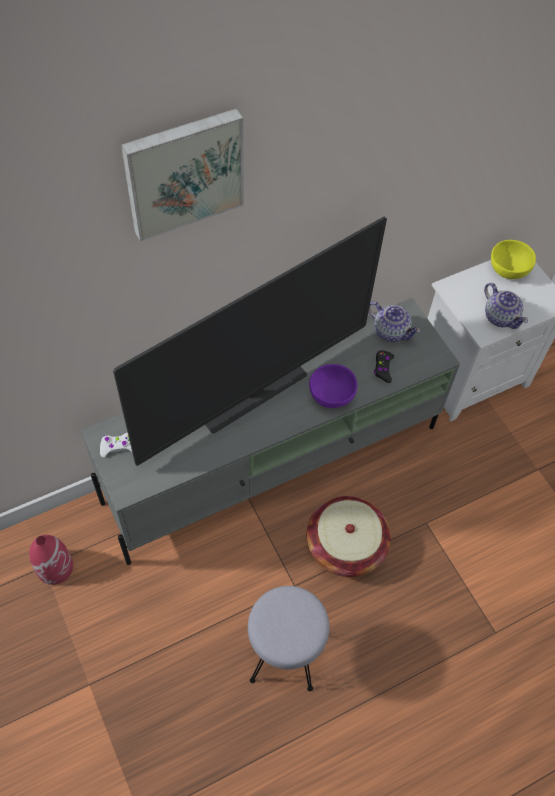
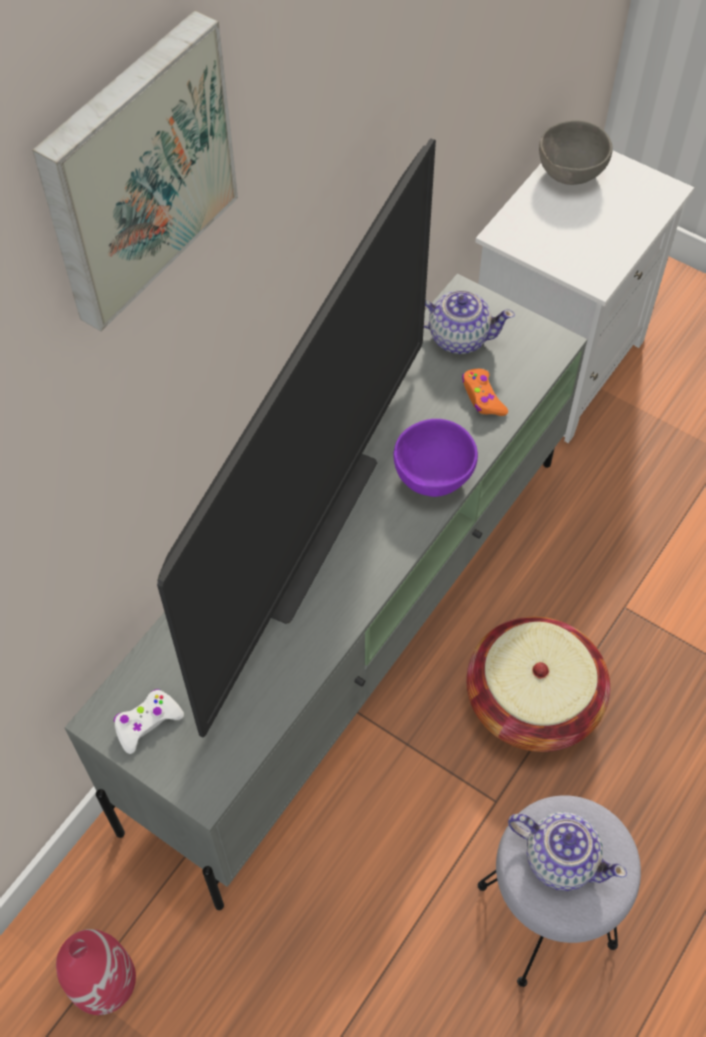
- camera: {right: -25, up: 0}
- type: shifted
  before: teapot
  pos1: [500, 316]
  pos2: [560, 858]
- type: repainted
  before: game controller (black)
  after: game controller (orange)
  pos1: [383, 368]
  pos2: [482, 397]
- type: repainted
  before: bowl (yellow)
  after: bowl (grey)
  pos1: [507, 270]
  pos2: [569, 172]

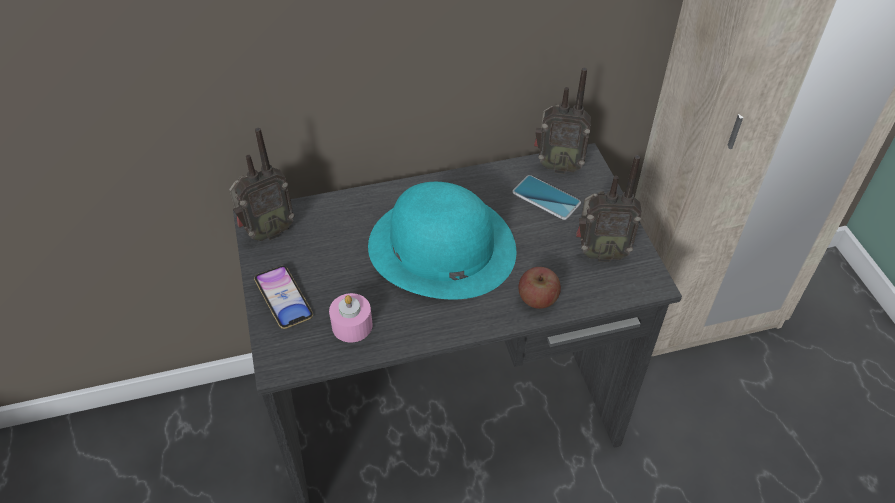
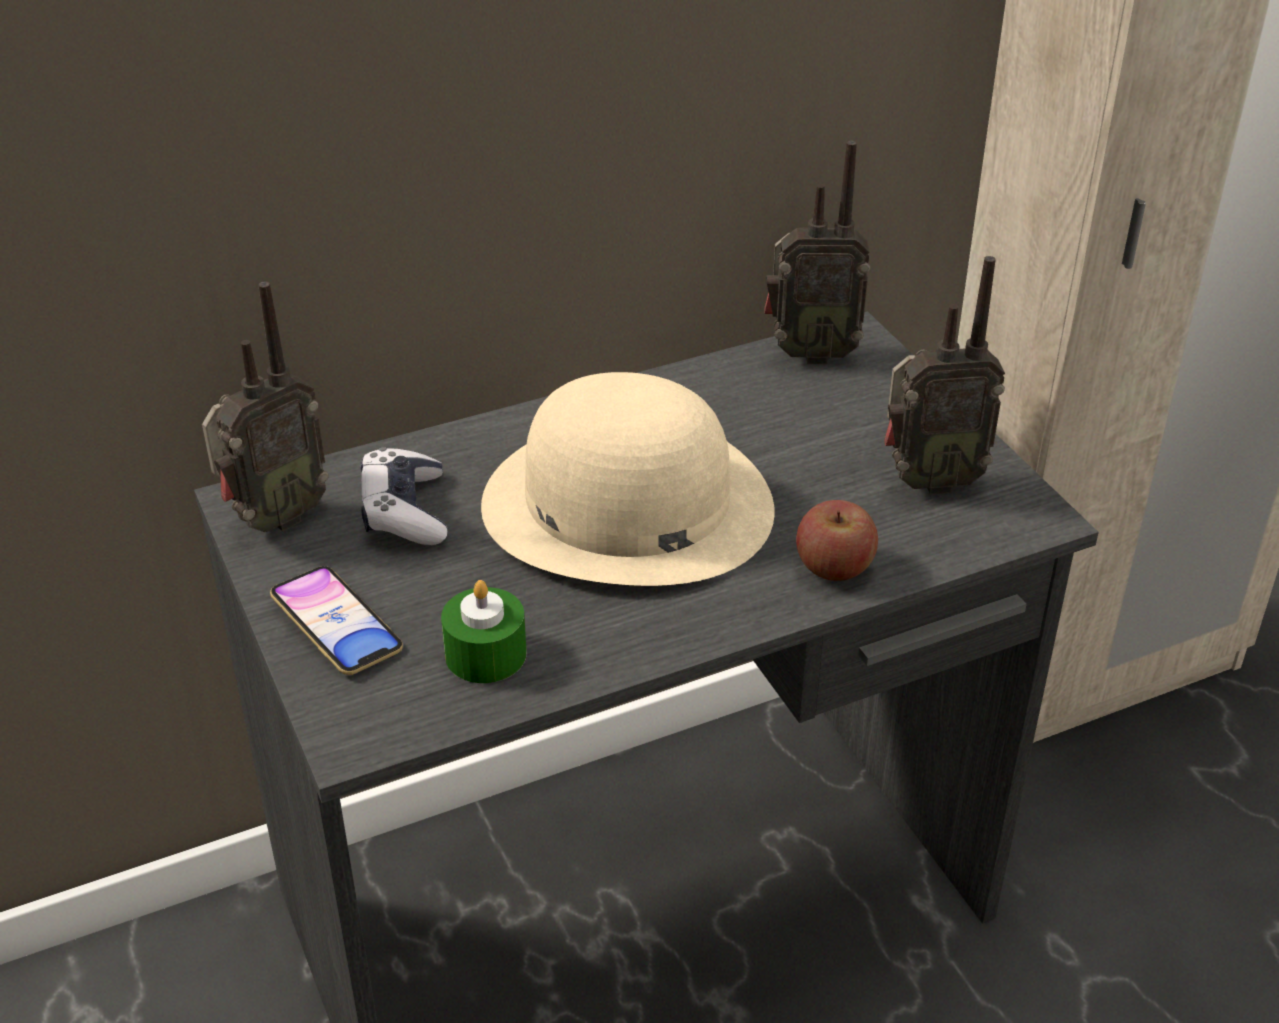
- camera: {right: -10, up: -10}
- type: gone
  before: phone
  pos1: [546, 198]
- type: new
  after: game controller
  pos2: [405, 511]
- type: repainted
  before: candle (pink)
  after: candle (green)
  pos1: [352, 325]
  pos2: [485, 654]
- type: repainted
  before: hat (turquoise)
  after: hat (beige)
  pos1: [441, 247]
  pos2: [626, 505]

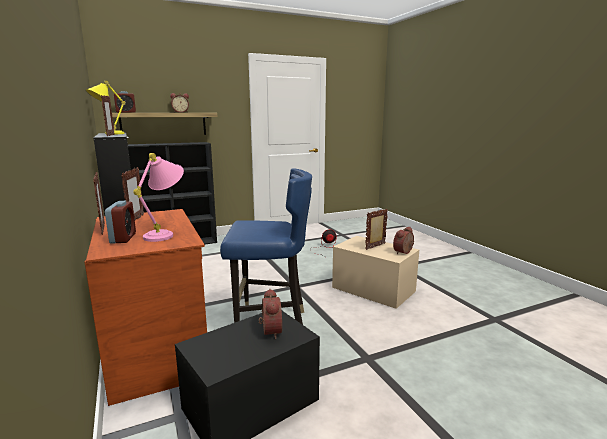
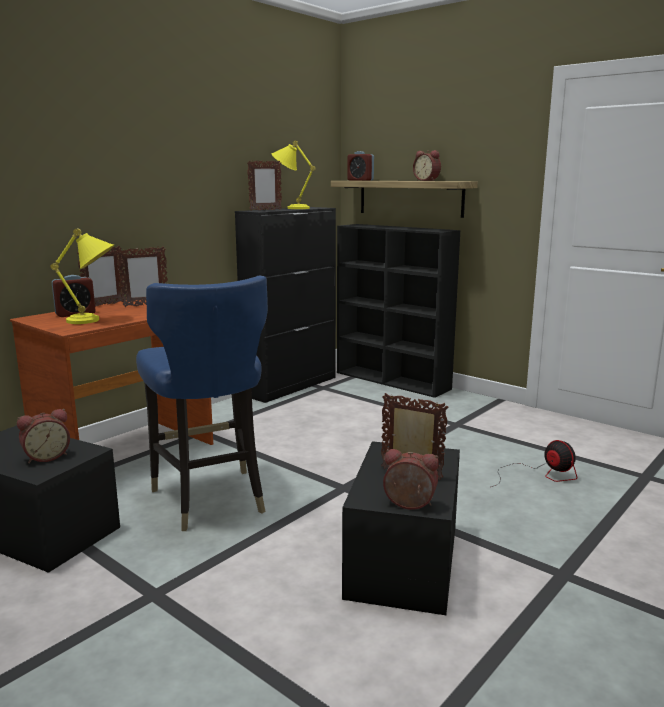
- camera: {right: 65, up: 0}
- type: repainted
  before: table lamp (pink)
  after: table lamp (yellow)
  pos1: [166, 234]
  pos2: [94, 320]
- type: repainted
  before: storage box (beige)
  after: storage box (black)
  pos1: [373, 289]
  pos2: [403, 561]

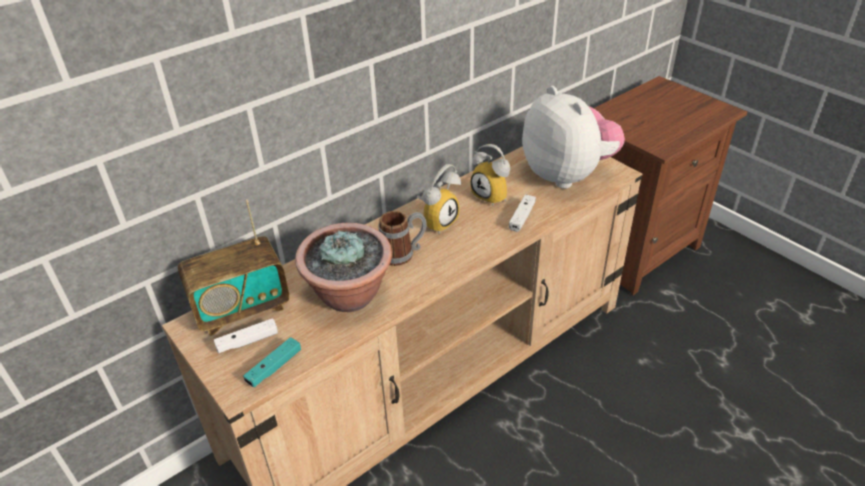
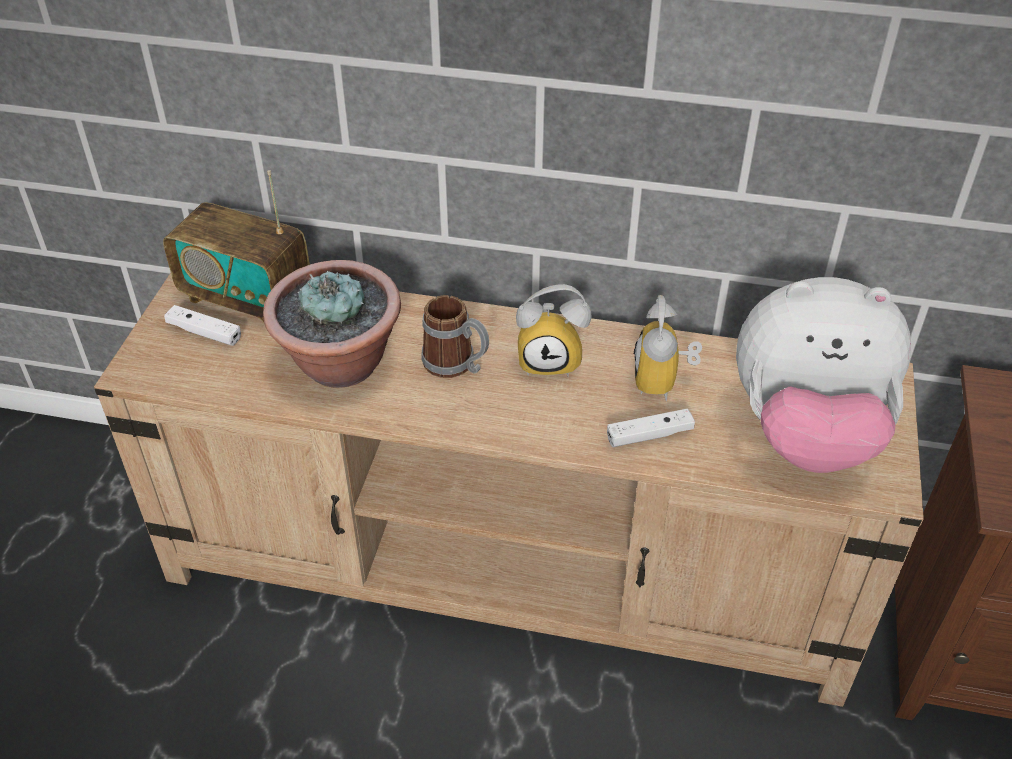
- camera: {right: 50, up: 5}
- type: gone
  before: game controller (turquoise)
  pos1: [274, 367]
- type: rotated
  before: plush toy
  pos1: [567, 175]
  pos2: [806, 433]
  turn: 75

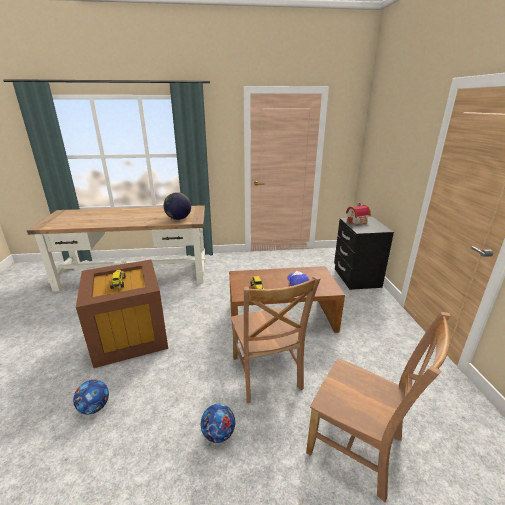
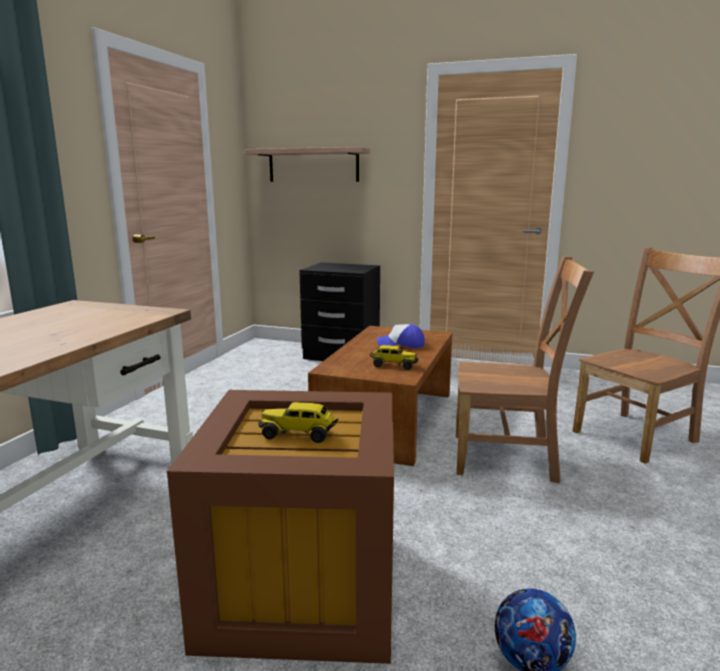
- camera: {right: -65, up: -10}
- type: gone
  before: globe
  pos1: [178, 218]
- type: gone
  before: football
  pos1: [218, 434]
- type: gone
  before: toy house
  pos1: [358, 221]
- type: new
  after: shelf
  pos2: [313, 165]

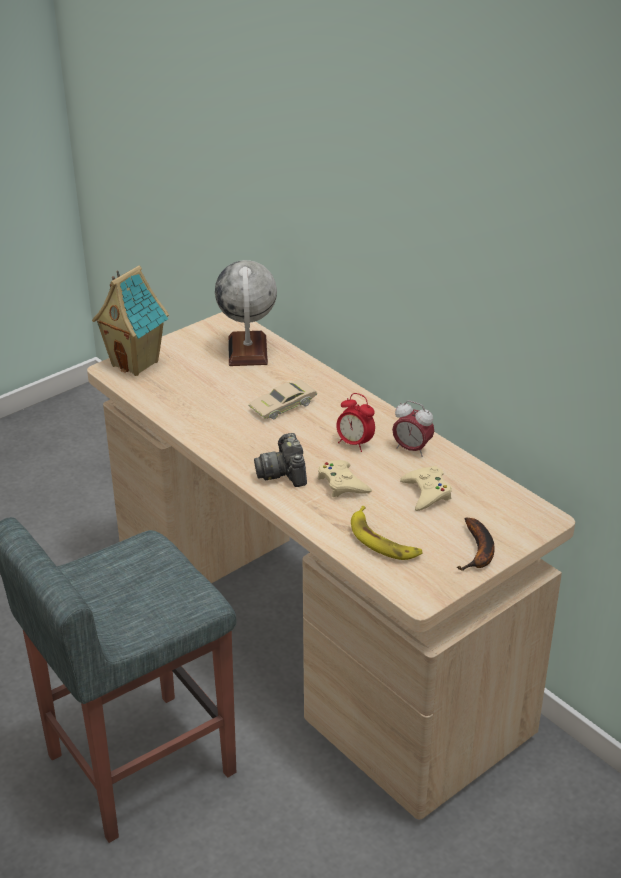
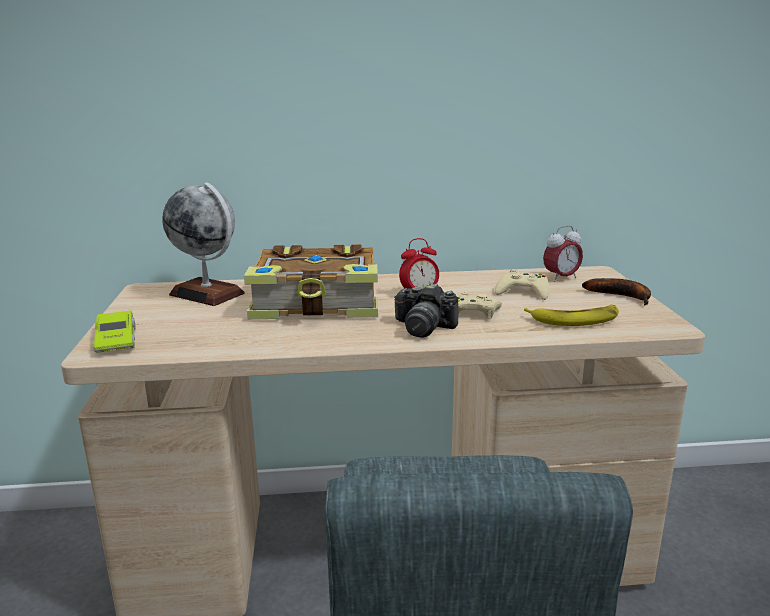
- camera: {right: -55, up: -15}
- type: shifted
  before: alarm clock
  pos1: [412, 449]
  pos2: [561, 278]
- type: swapped
  before: toy house
  after: toy car (green)
  pos1: [136, 363]
  pos2: [116, 340]
- type: swapped
  before: toy car (beige)
  after: book
  pos1: [283, 405]
  pos2: [318, 303]

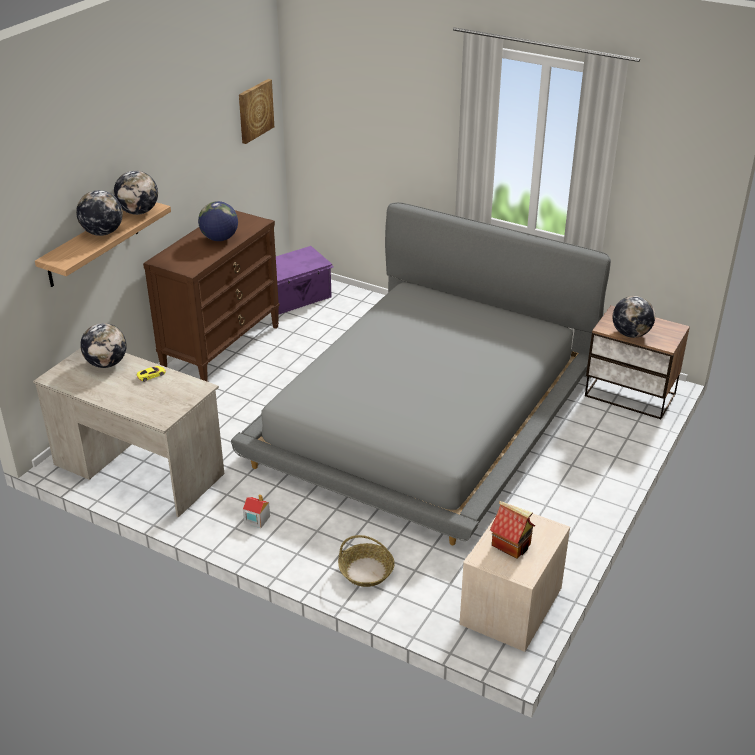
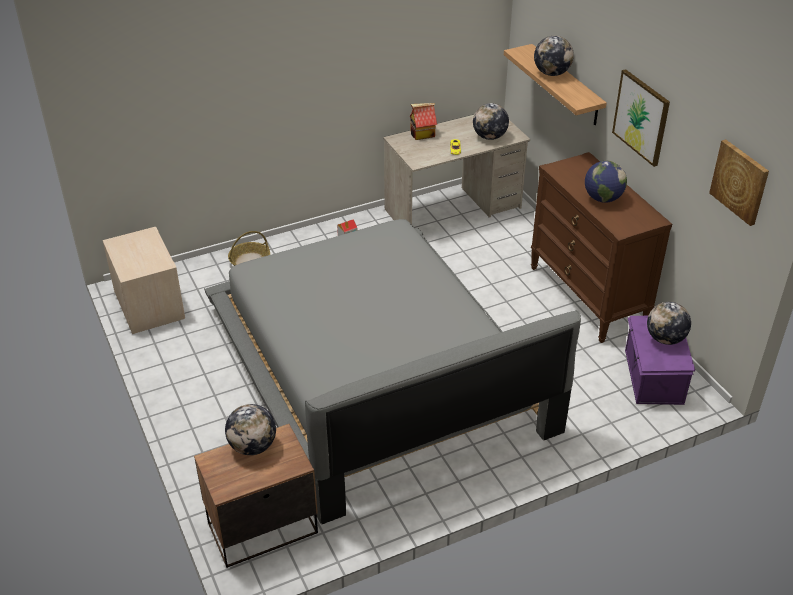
- camera: {right: 125, up: 5}
- type: new
  after: picture
  pos2: [641, 117]
- type: shifted
  before: globe
  pos1: [138, 212]
  pos2: [665, 339]
- type: shifted
  before: toy house
  pos1: [512, 545]
  pos2: [422, 134]

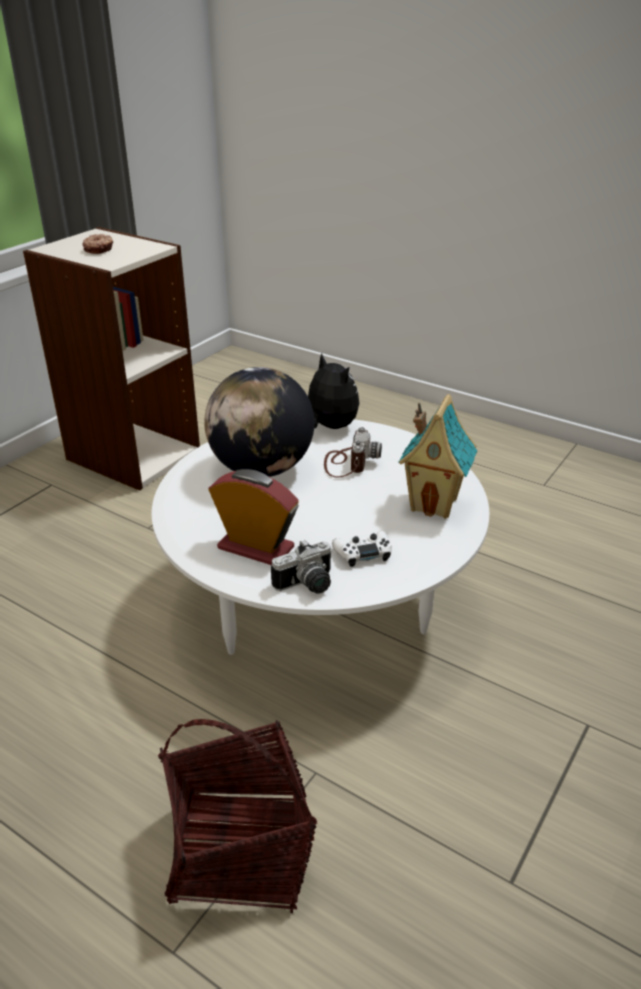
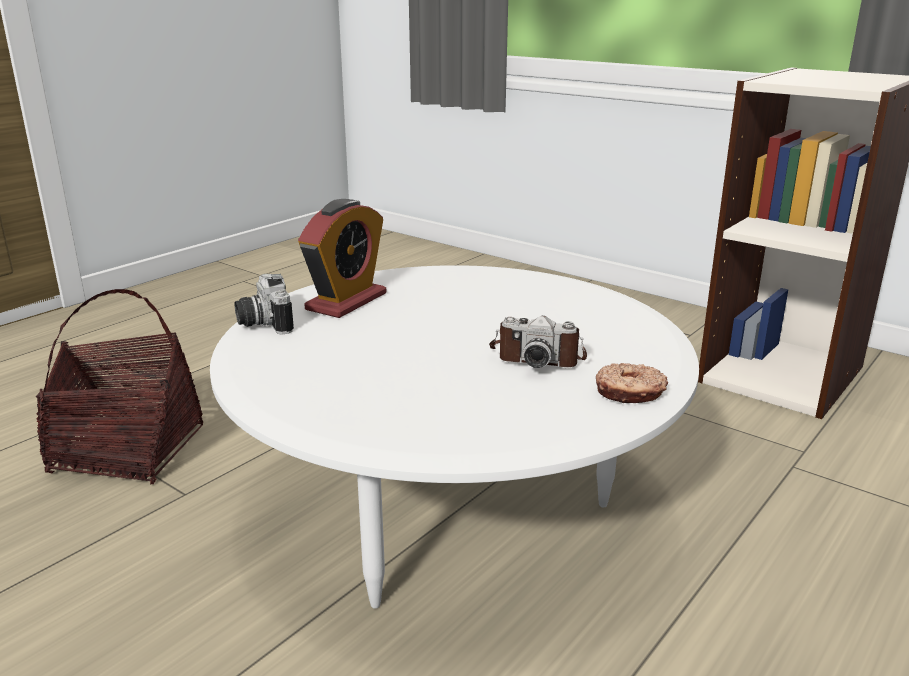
- camera: {right: 95, up: -10}
- type: gone
  before: globe
  pos1: [261, 469]
- type: gone
  before: plush toy
  pos1: [329, 427]
- type: gone
  before: game controller (white)
  pos1: [363, 553]
- type: gone
  before: toy house
  pos1: [434, 504]
- type: shifted
  before: donut
  pos1: [99, 249]
  pos2: [629, 393]

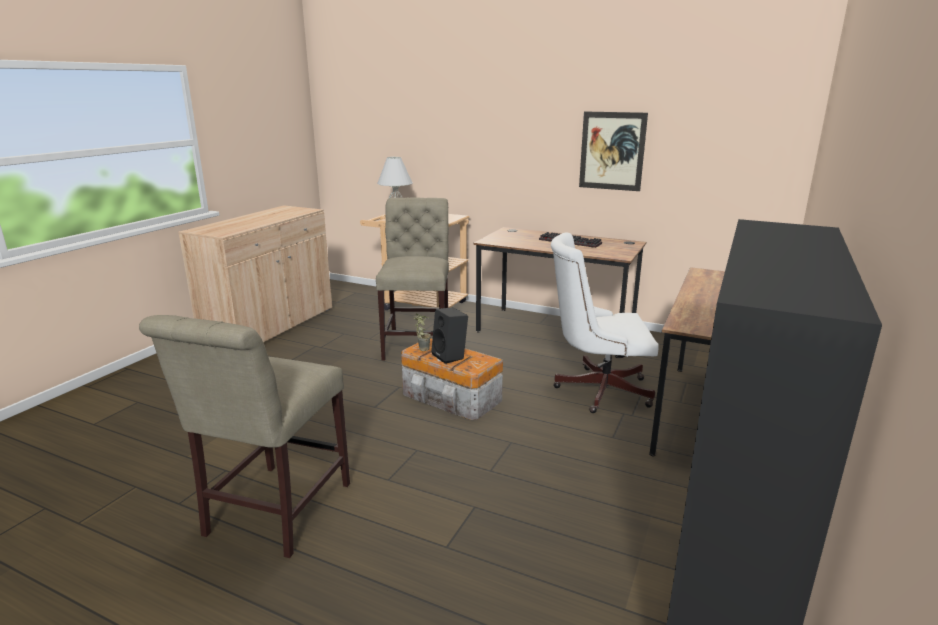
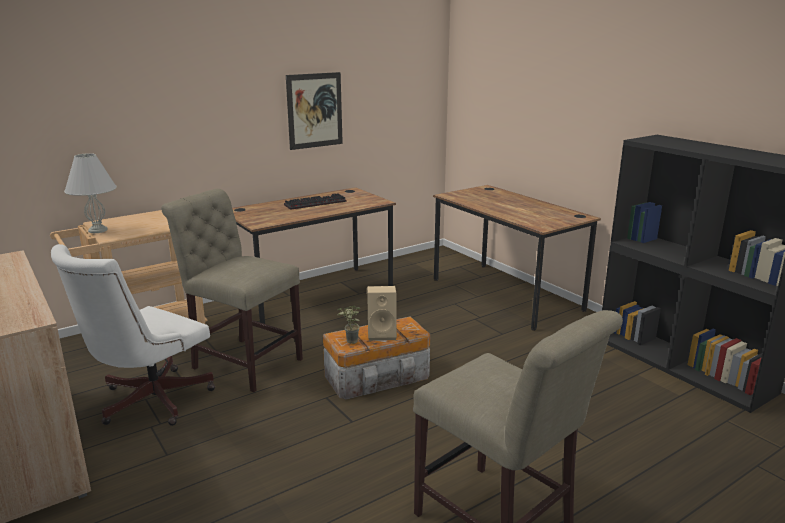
- camera: {right: -60, up: 0}
- type: shifted
  before: office chair (white)
  pos1: [596, 389]
  pos2: [148, 402]
- type: repainted
  before: speaker (black)
  after: speaker (beige)
  pos1: [450, 356]
  pos2: [382, 334]

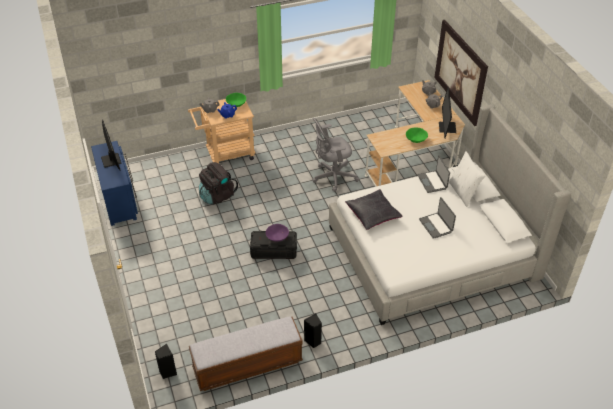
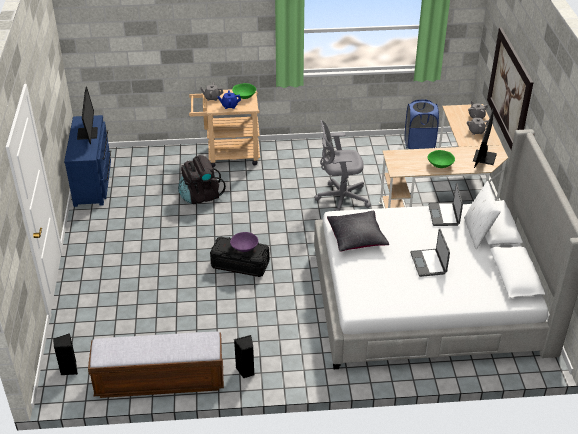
- camera: {right: 15, up: -5}
- type: new
  after: laundry basket (blue)
  pos2: [419, 144]

